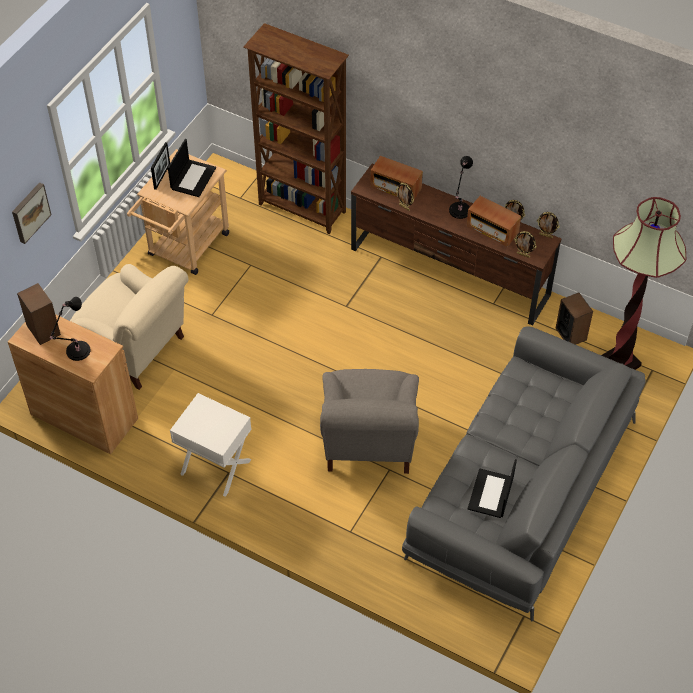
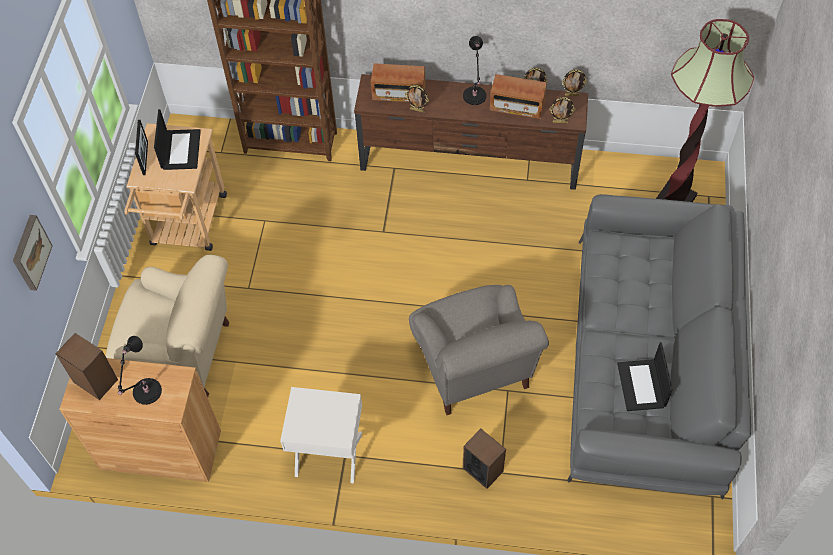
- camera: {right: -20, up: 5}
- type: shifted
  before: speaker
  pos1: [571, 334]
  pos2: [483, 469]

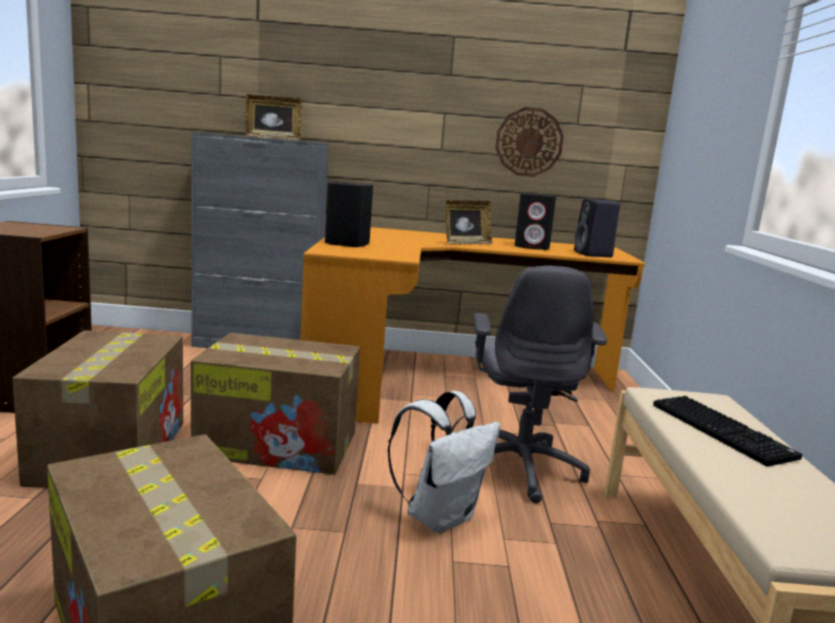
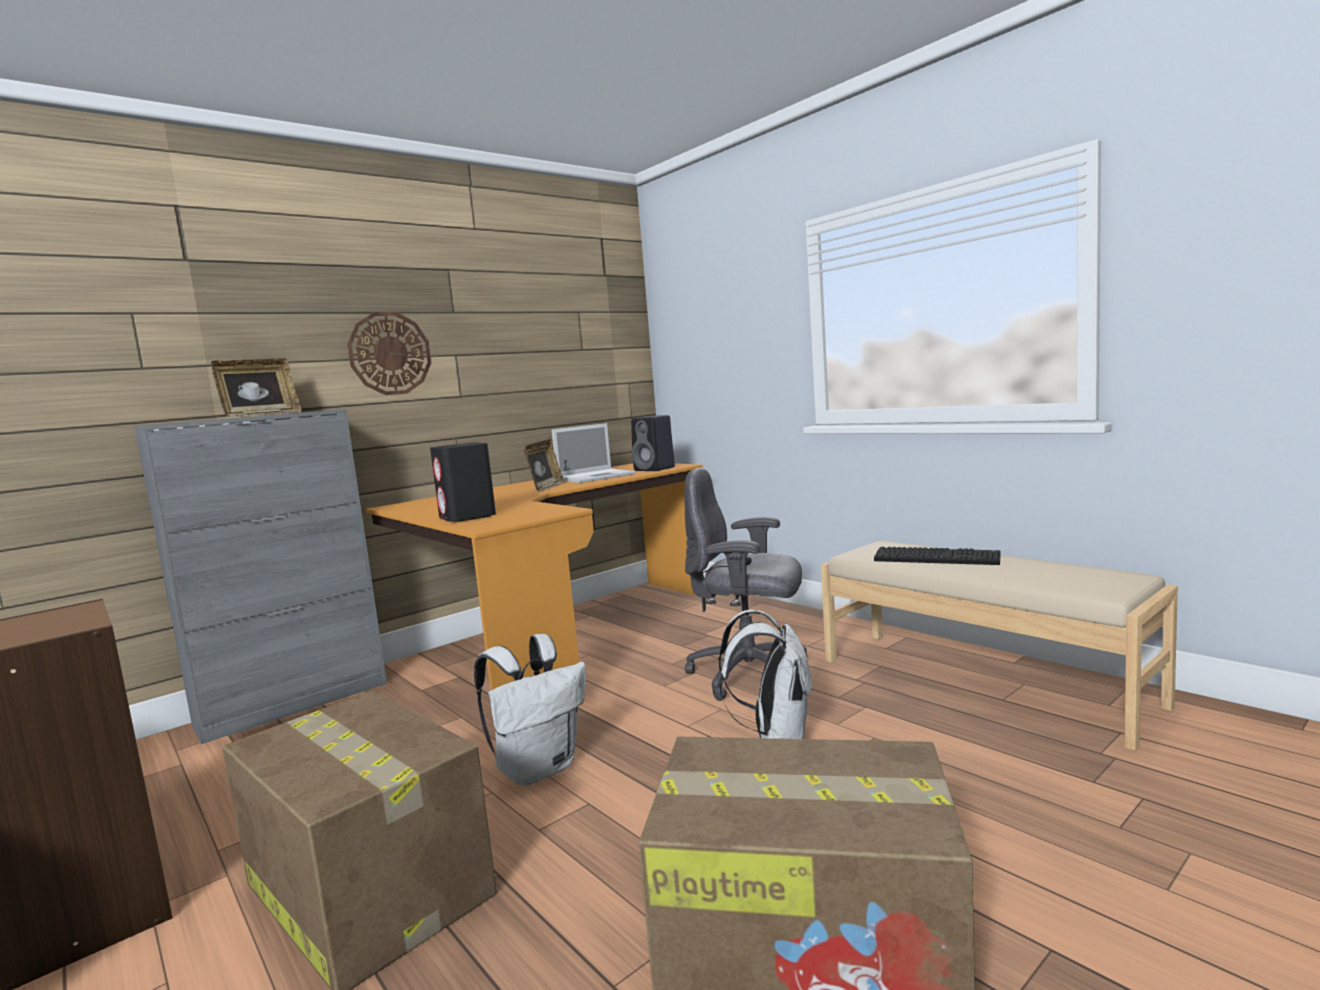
- camera: {right: -40, up: -5}
- type: shifted
  before: wall clock
  pos1: [529, 142]
  pos2: [390, 353]
- type: swapped
  before: cardboard box
  after: backpack (white)
  pos1: [280, 444]
  pos2: [538, 768]
- type: swapped
  before: speaker (black)
  after: laptop
  pos1: [532, 246]
  pos2: [596, 476]
- type: rotated
  before: office chair (grey)
  pos1: [521, 468]
  pos2: [751, 675]
  turn: 150

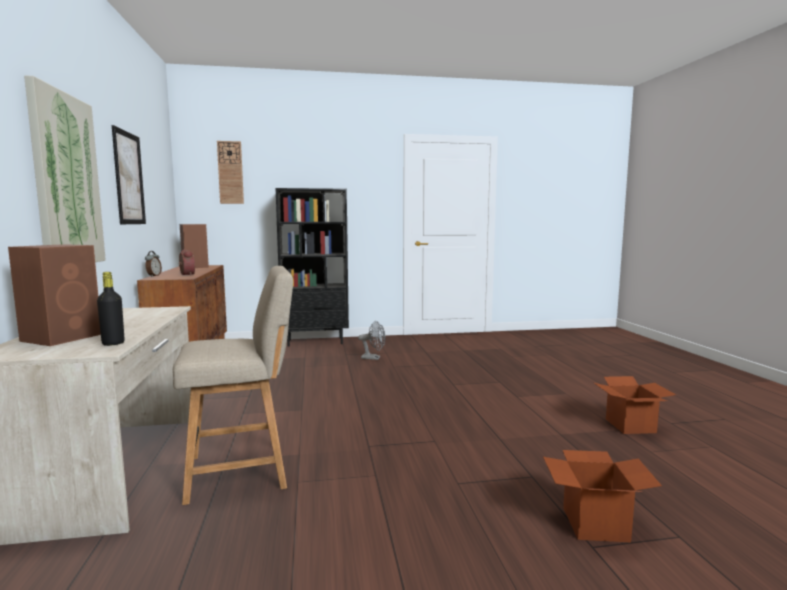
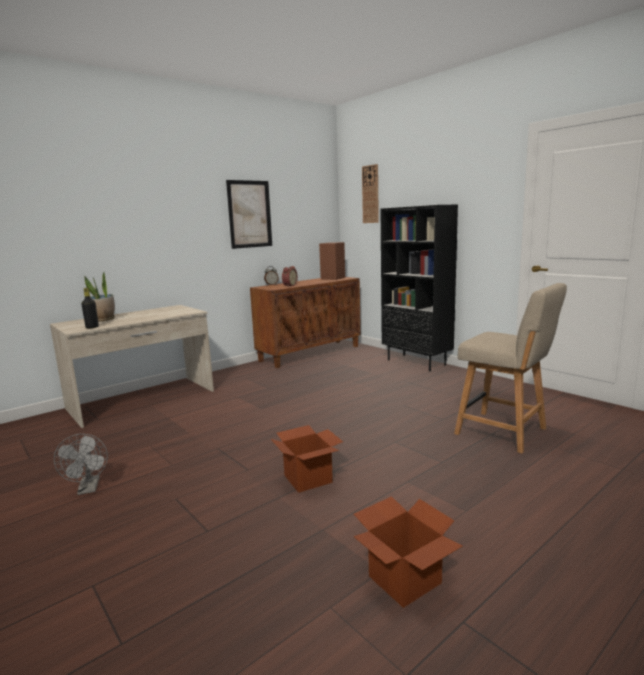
- camera: {right: 60, up: 5}
- type: gone
  before: picture
  pos1: [66, 181]
- type: shifted
  before: chair (beige)
  pos1: [243, 471]
  pos2: [505, 432]
- type: shifted
  before: fan (grey)
  pos1: [373, 358]
  pos2: [88, 489]
- type: shifted
  before: cardboard box
  pos1: [595, 524]
  pos2: [308, 479]
- type: swapped
  before: speaker (brown)
  after: potted plant
  pos1: [63, 337]
  pos2: [103, 319]

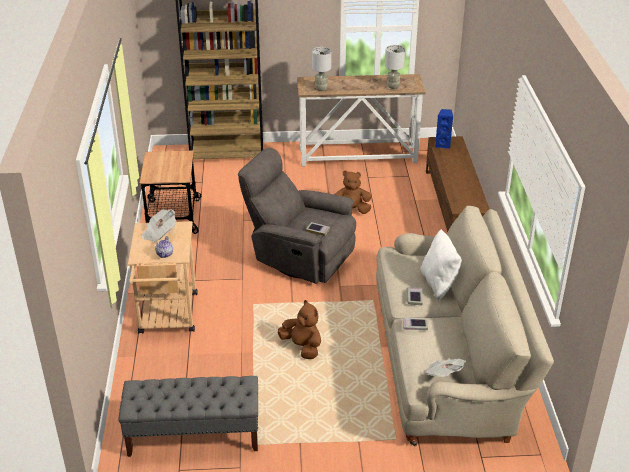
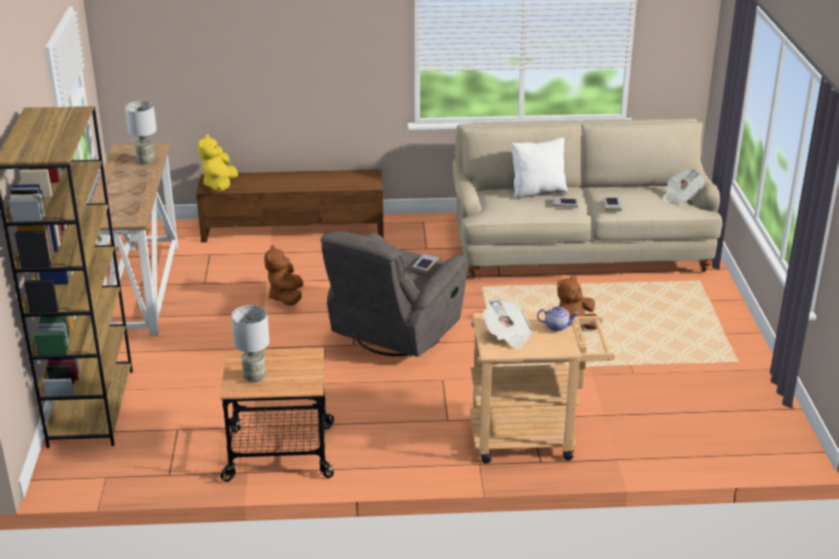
- camera: {right: -90, up: -5}
- type: gone
  before: bench (grey)
  pos1: [193, 436]
- type: shifted
  before: table lamp (grey)
  pos1: [321, 89]
  pos2: [254, 377]
- type: swapped
  before: speaker (blue)
  after: plush toy (yellow)
  pos1: [443, 144]
  pos2: [220, 186]

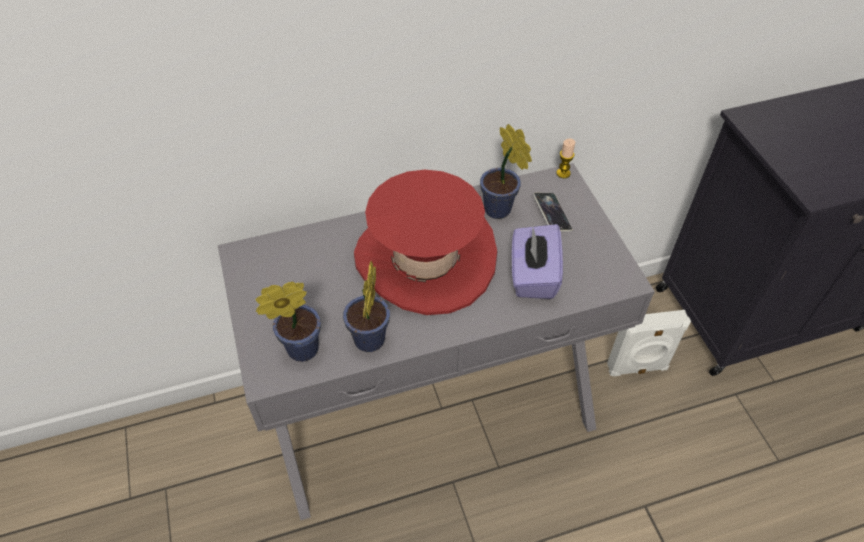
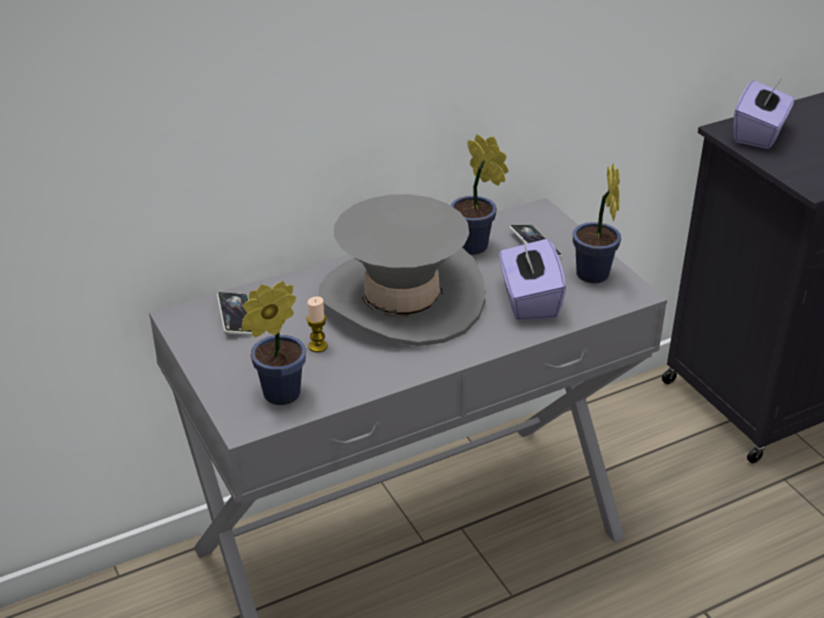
- camera: {right: -10, up: -15}
- type: gone
  before: speaker (white)
  pos1: [637, 368]
- type: new
  after: phone
  pos2: [236, 317]
- type: new
  after: tissue box (purple)
  pos2: [759, 134]
- type: shifted
  before: potted plant
  pos1: [368, 343]
  pos2: [593, 277]
- type: shifted
  before: candle
  pos1: [563, 173]
  pos2: [318, 346]
- type: repainted
  before: hat (red)
  after: hat (grey)
  pos1: [425, 259]
  pos2: [402, 298]

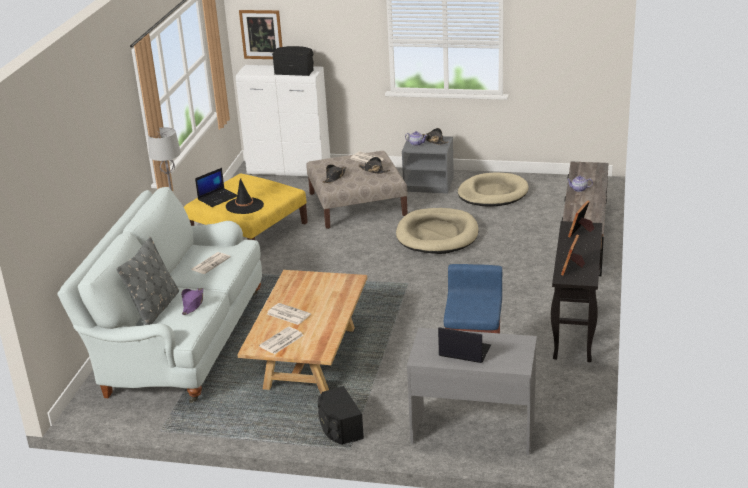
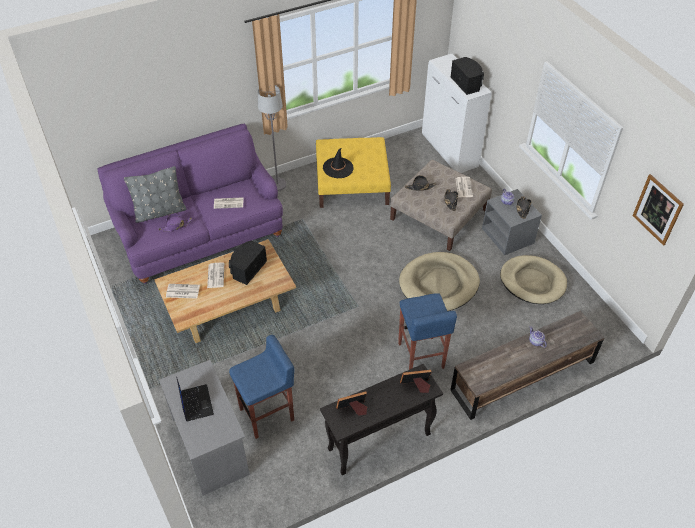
- camera: {right: 50, up: 20}
- type: gone
  before: laptop
  pos1: [218, 198]
- type: new
  after: stool (blue)
  pos2: [420, 356]
- type: shifted
  before: picture
  pos1: [261, 34]
  pos2: [657, 209]
- type: shifted
  before: speaker (black)
  pos1: [339, 428]
  pos2: [247, 268]
- type: repainted
  before: sofa (white)
  after: sofa (purple)
  pos1: [178, 341]
  pos2: [200, 234]

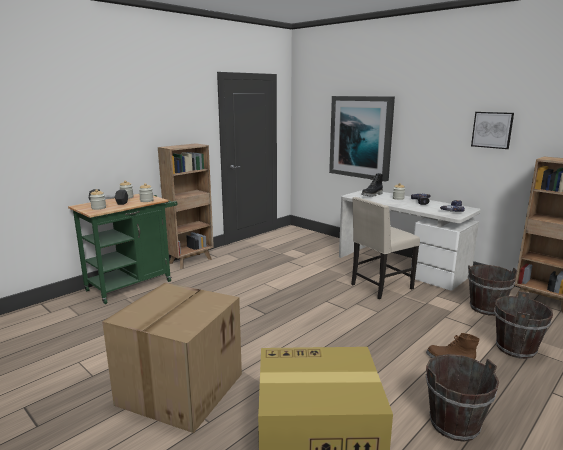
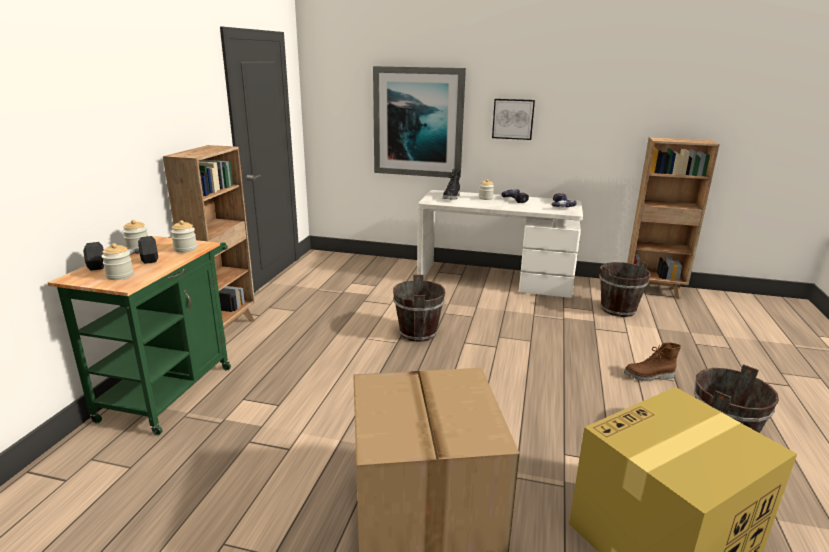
- camera: {right: -30, up: 5}
- type: gone
  before: chair (beige)
  pos1: [380, 287]
- type: shifted
  before: picture
  pos1: [492, 130]
  pos2: [513, 119]
- type: shifted
  before: bucket (brown)
  pos1: [516, 348]
  pos2: [418, 333]

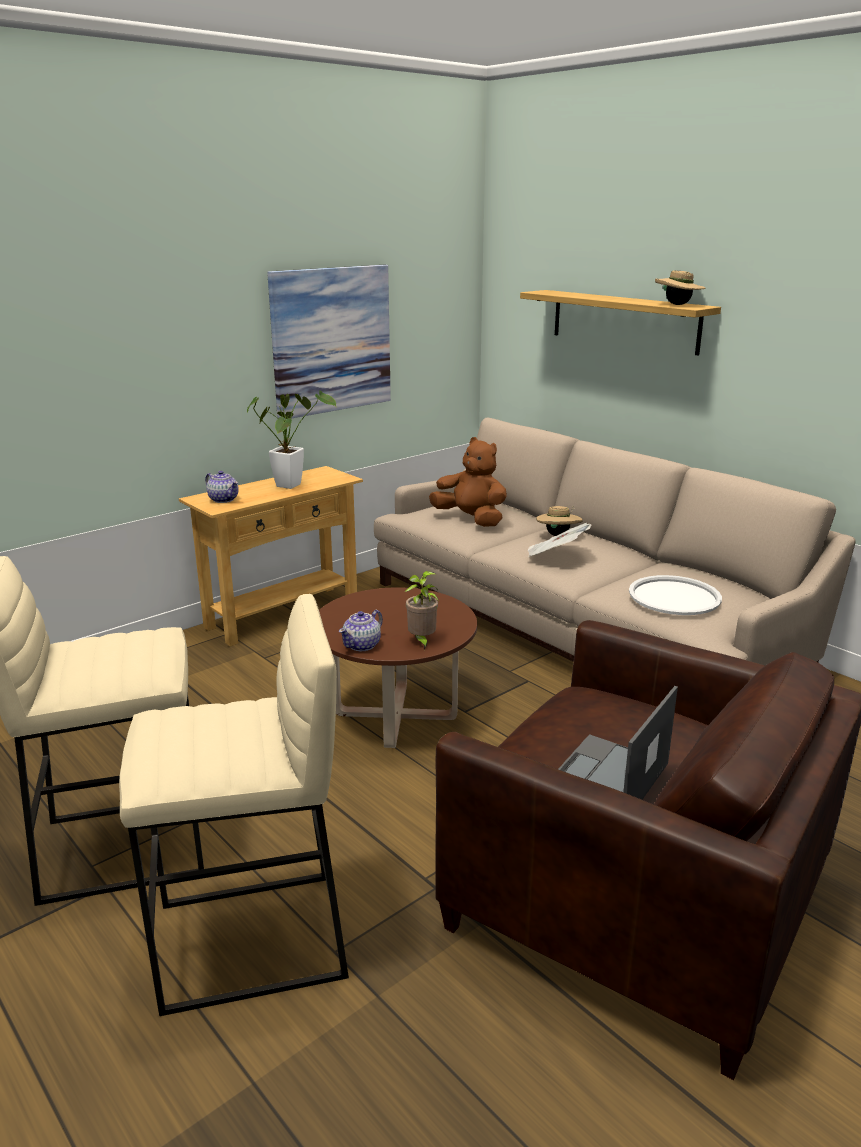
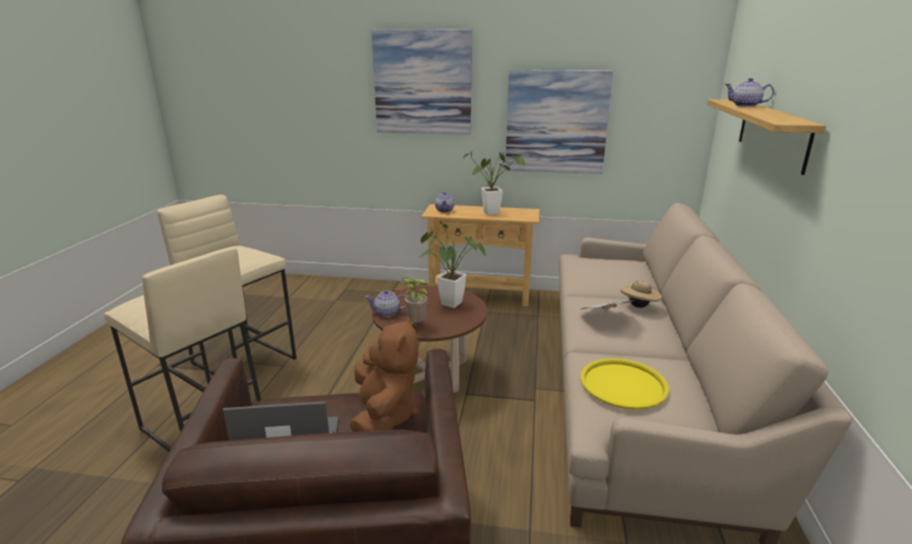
- camera: {right: 50, up: 0}
- type: gone
  before: hat (beige)
  pos1: [678, 305]
- type: new
  after: picture
  pos2: [422, 82]
- type: new
  after: potted plant
  pos2: [447, 302]
- type: new
  after: teapot
  pos2: [745, 106]
- type: shifted
  before: plush toy (brown)
  pos1: [471, 519]
  pos2: [384, 416]
- type: repainted
  before: tray (white)
  after: tray (yellow)
  pos1: [674, 597]
  pos2: [623, 384]

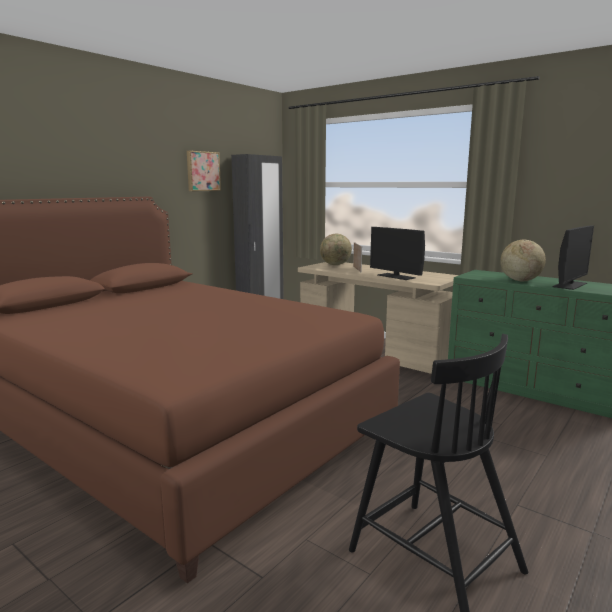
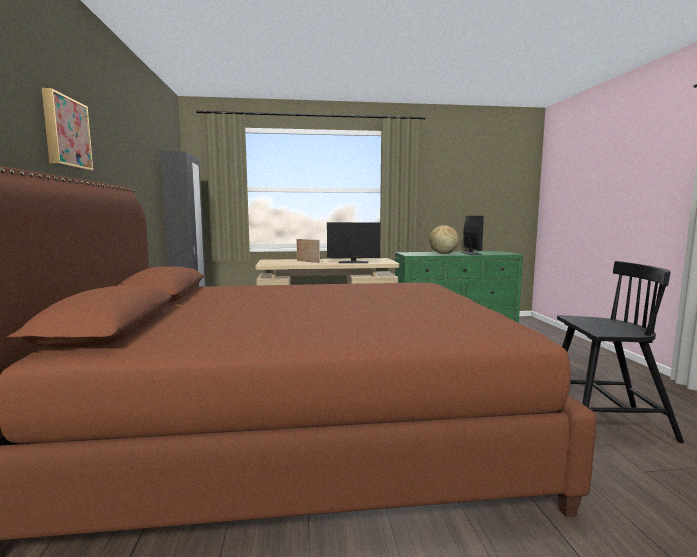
- camera: {right: -45, up: -5}
- type: gone
  before: globe
  pos1: [335, 265]
- type: shifted
  before: picture
  pos1: [202, 171]
  pos2: [65, 133]

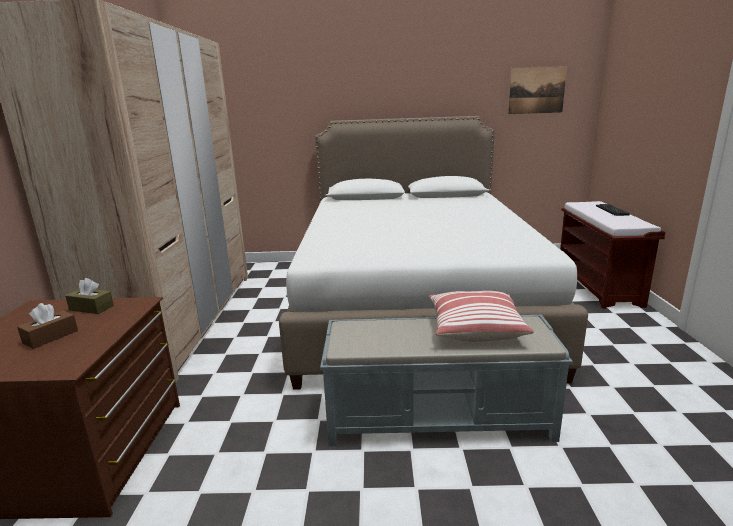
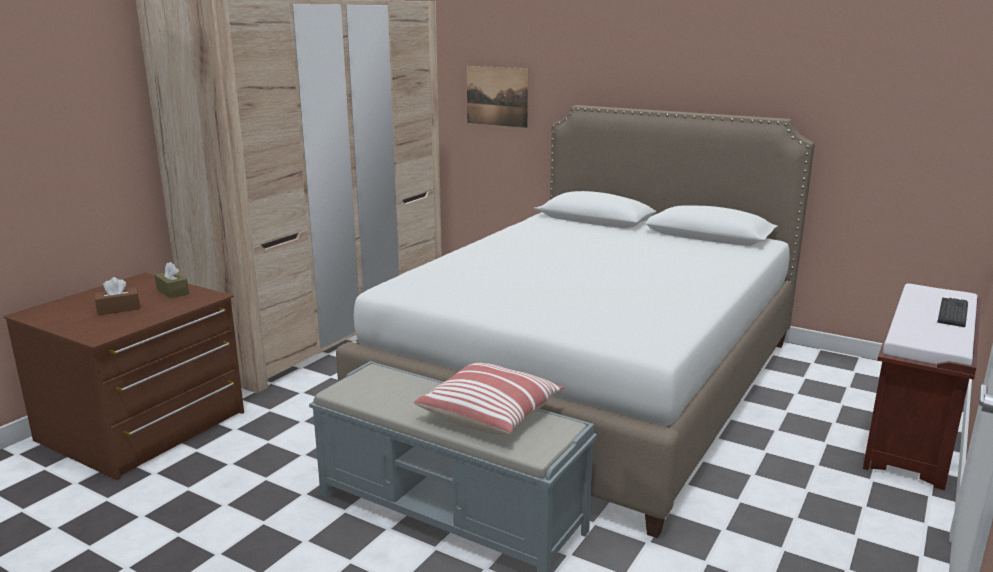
- camera: {right: 30, up: 0}
- type: shifted
  before: picture
  pos1: [536, 90]
  pos2: [497, 96]

